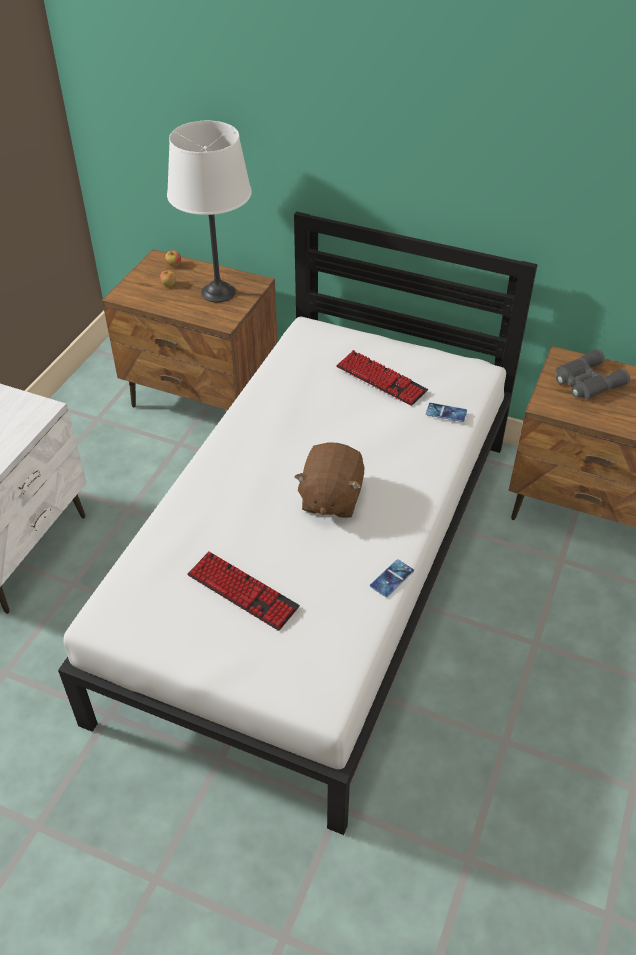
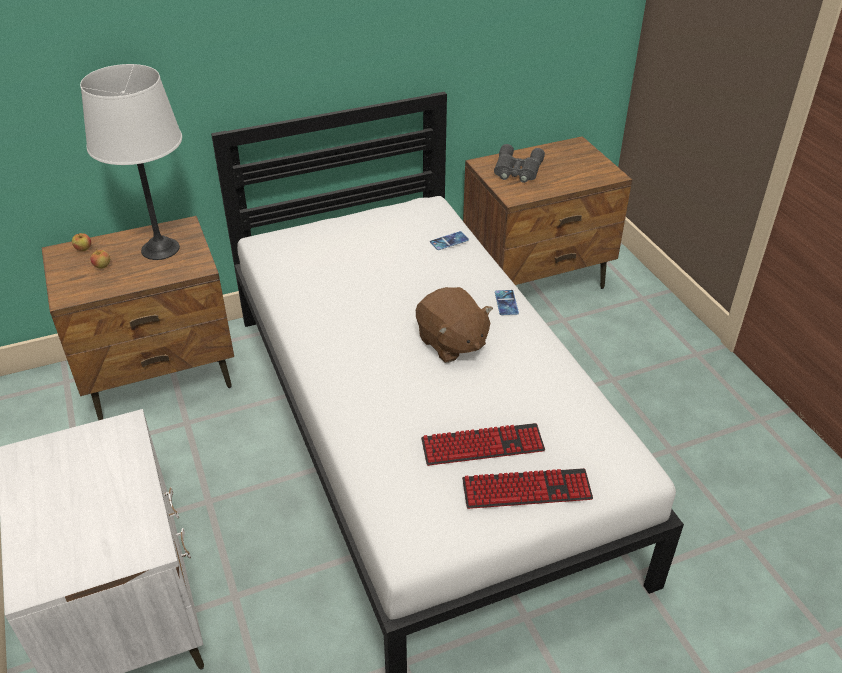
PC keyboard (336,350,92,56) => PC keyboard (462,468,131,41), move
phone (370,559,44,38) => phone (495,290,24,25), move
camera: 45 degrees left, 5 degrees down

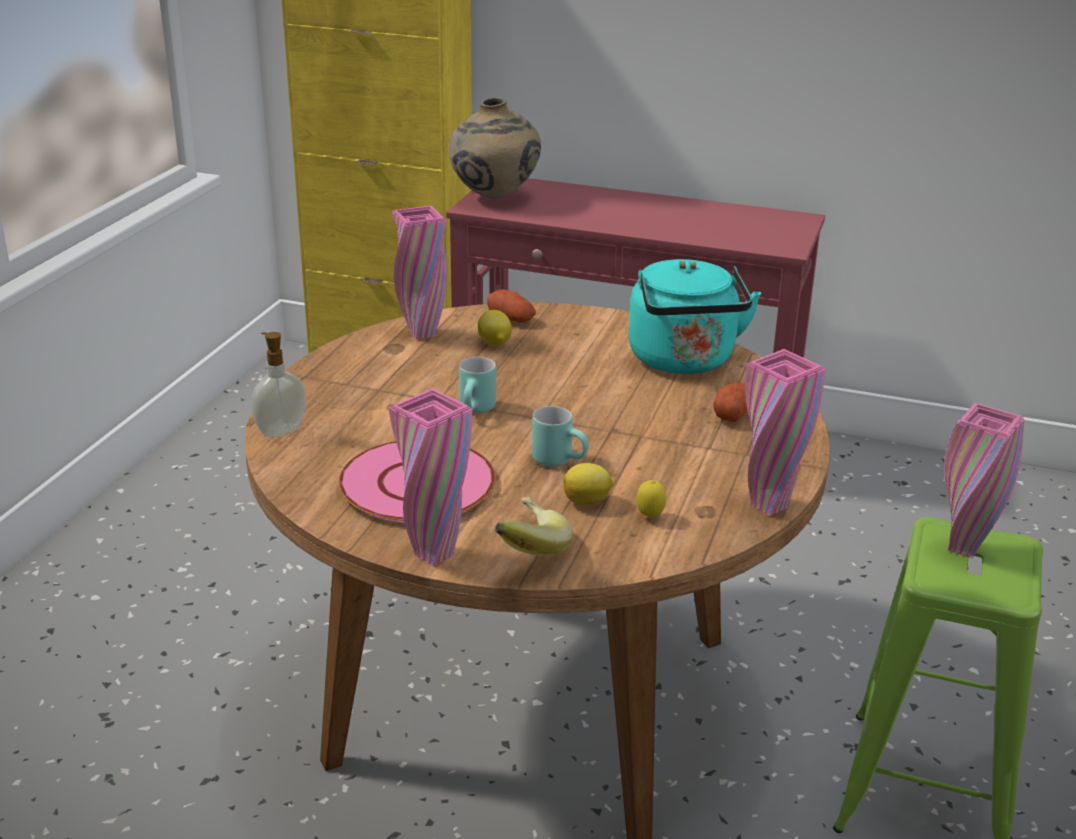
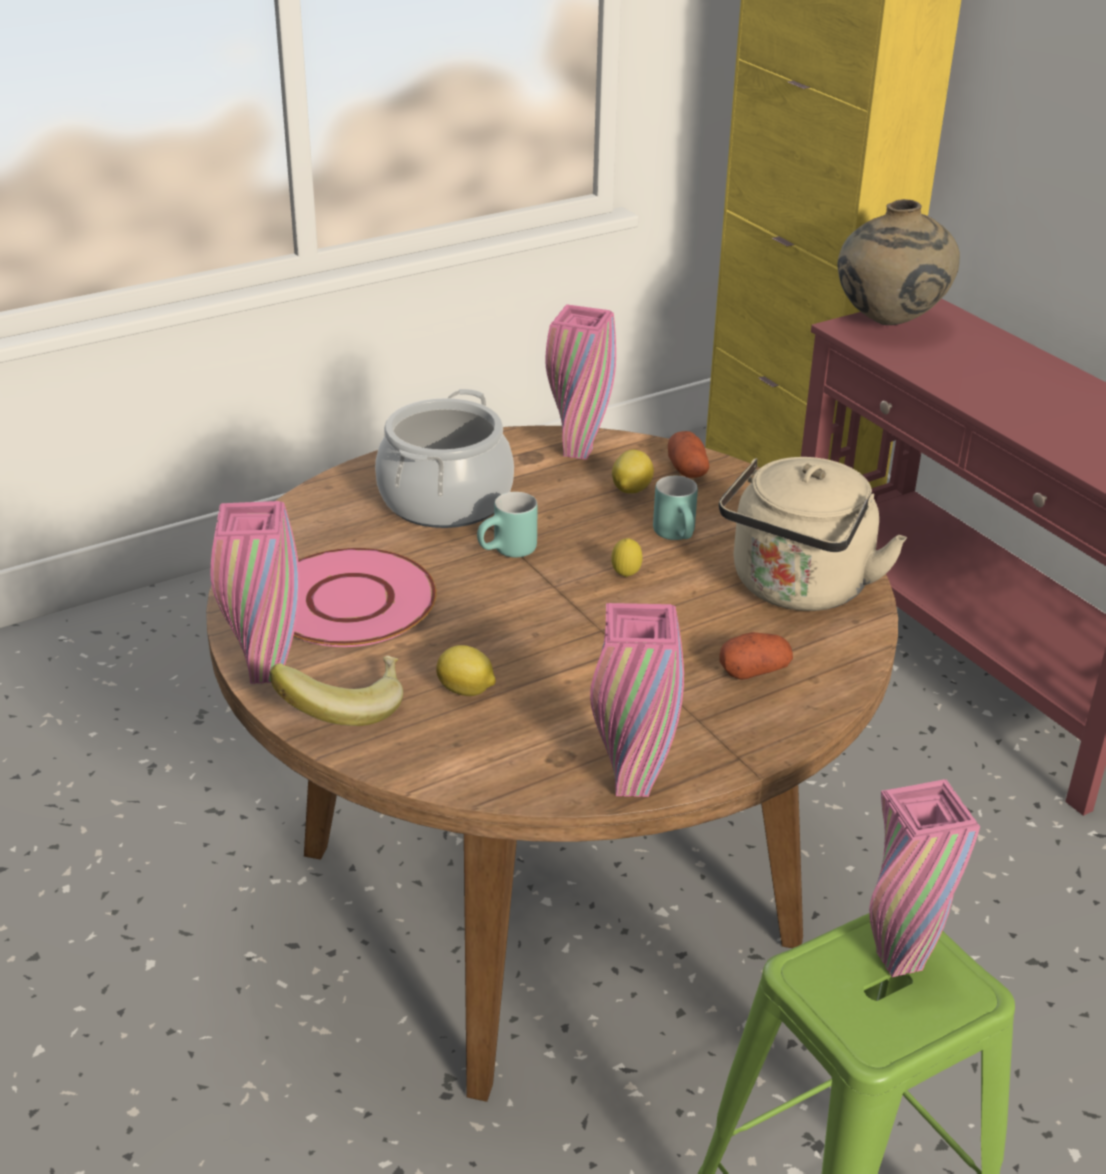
soap dispenser (252,332,54,106) => nothing
turquoise coffee mug (532,406,57,61) => turquoise coffee mug (653,476,45,64), move
turquoise kettle (629,259,132,115) => beige-coloured kettle (719,457,188,154)
lemon (636,480,30,38) => lemon (611,538,31,39), move
nothing => cooking pot (375,389,139,139)
camera: 40 degrees right, 5 degrees up

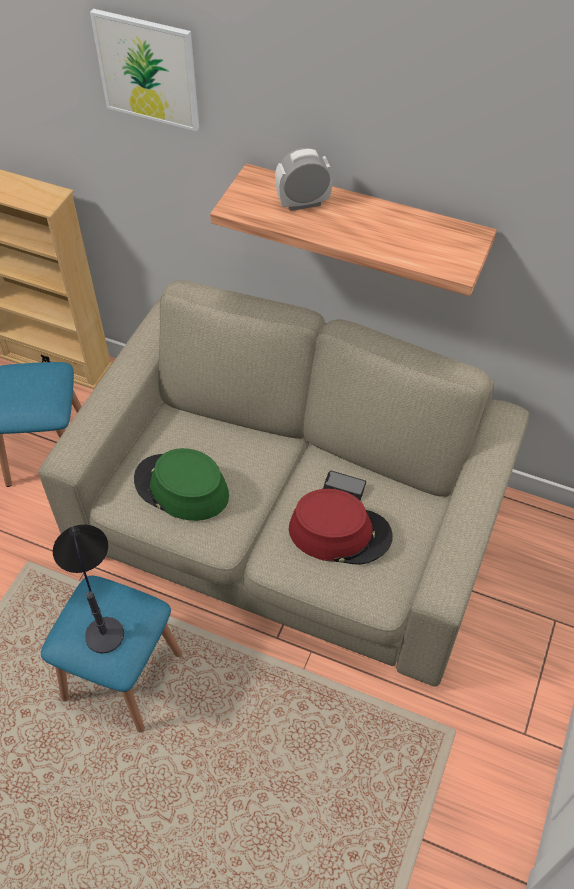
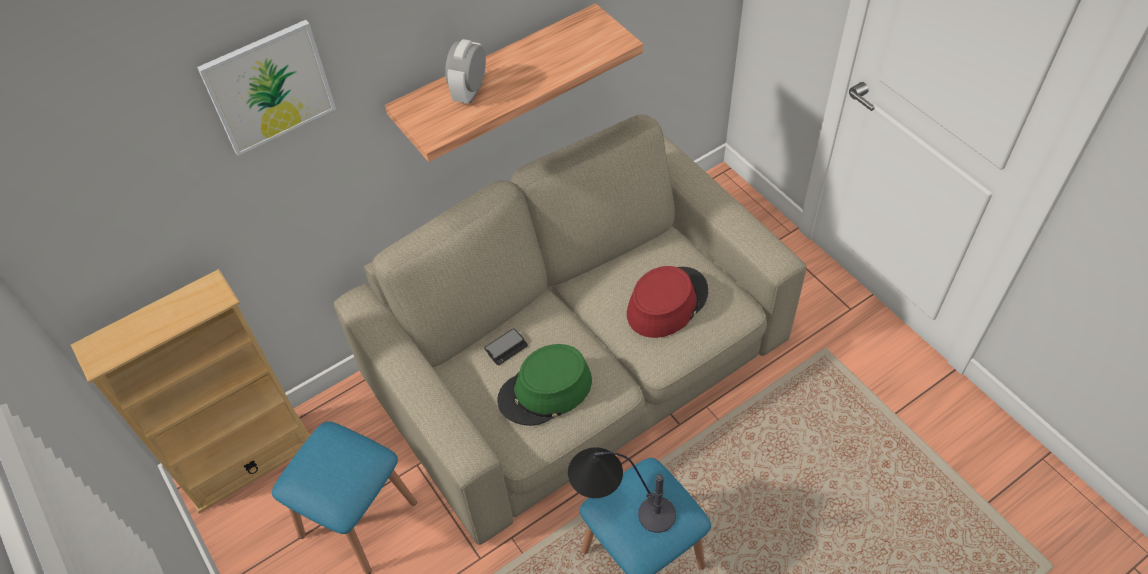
phone (323,471,43,29) => phone (484,328,44,37), move
camera: 55 degrees left, 0 degrees up

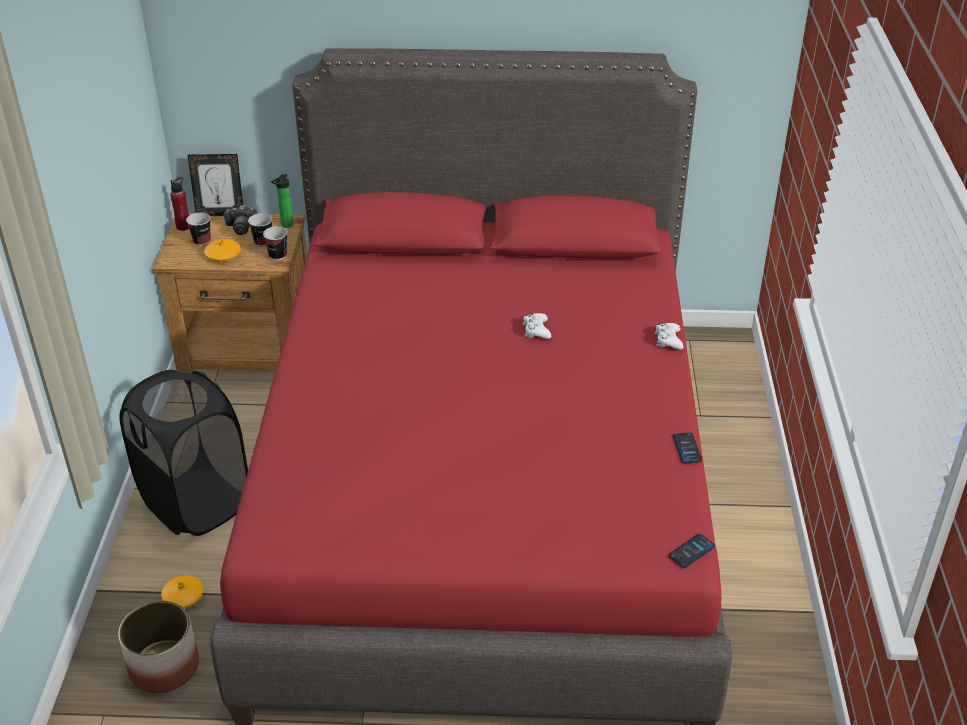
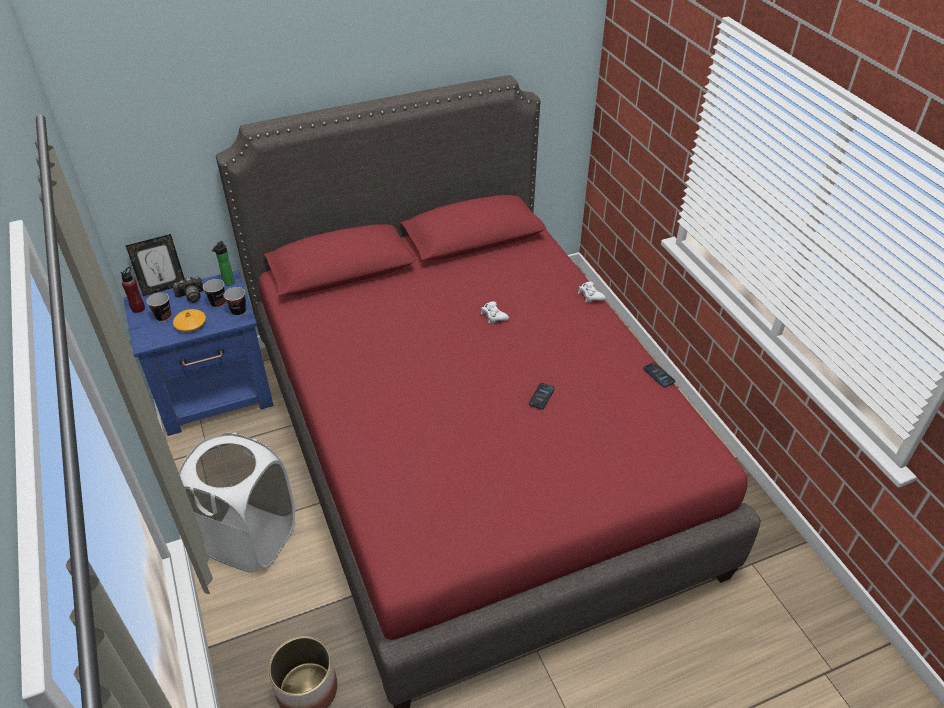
black-coloured hamper (120,370,128,166) => whitish hamper (178,432,117,140)
brown-coloured nightstand (152,213,155,160) => bluish nightstand (124,270,150,166)
orange flower vase (161,575,43,33) => nothing
phone (669,534,46,34) => phone (529,383,26,27), move
camera: 25 degrees left, 5 degrees up

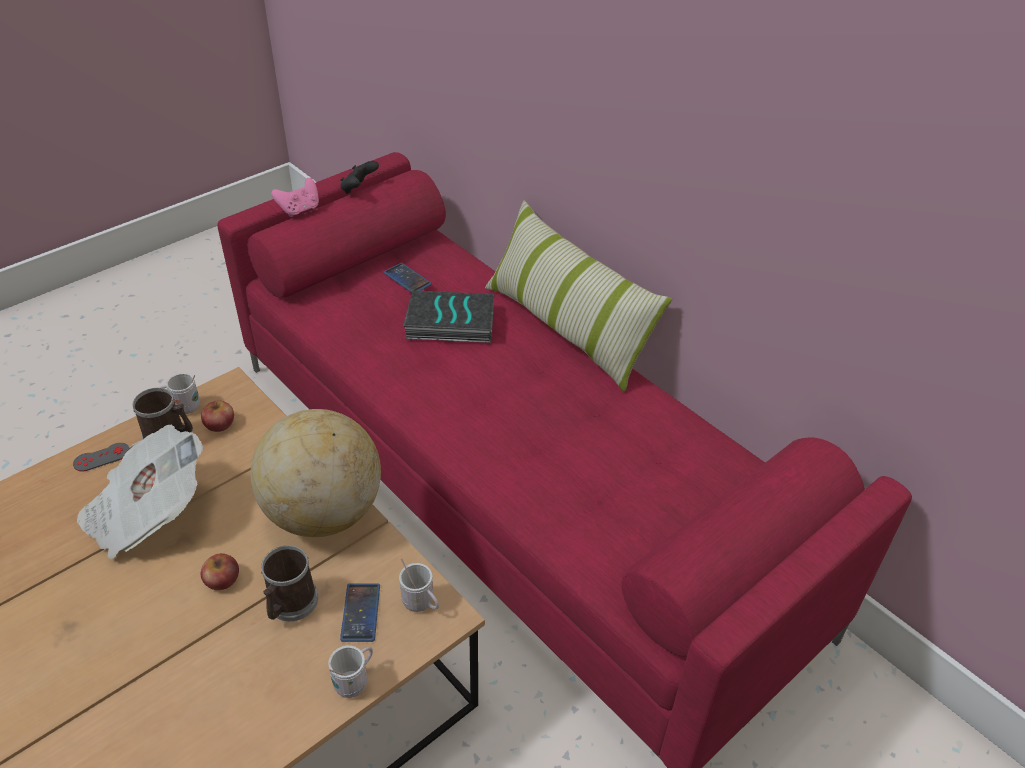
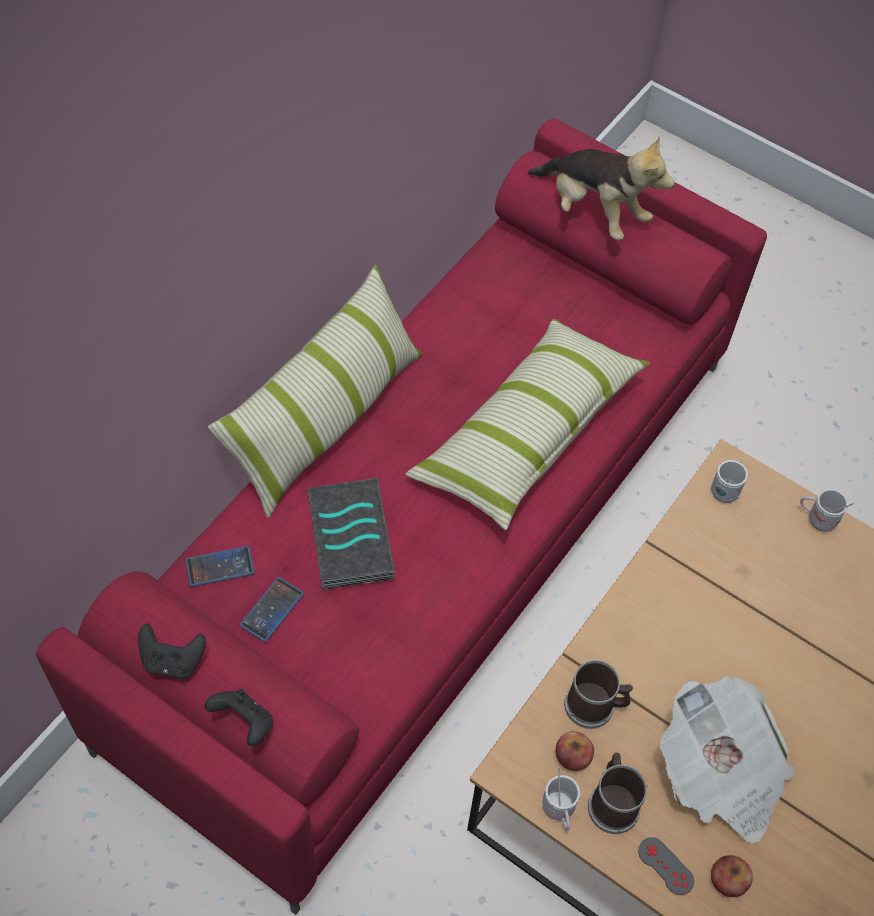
apple (201,553,38,37) => apple (711,855,42,42), move
world globe (250,409,131,128) => nothing
coffee mug (261,545,57,76) => coffee mug (564,660,69,69), move
pinkish game controller (271,178,48,39) => black-coloured game controller (205,689,68,57)
phone (340,583,40,59) => phone (185,546,70,41), move
nothing => pillow (405,319,245,211)
nothing => plush toy (527,136,148,104)
camera: 105 degrees left, 15 degrees up

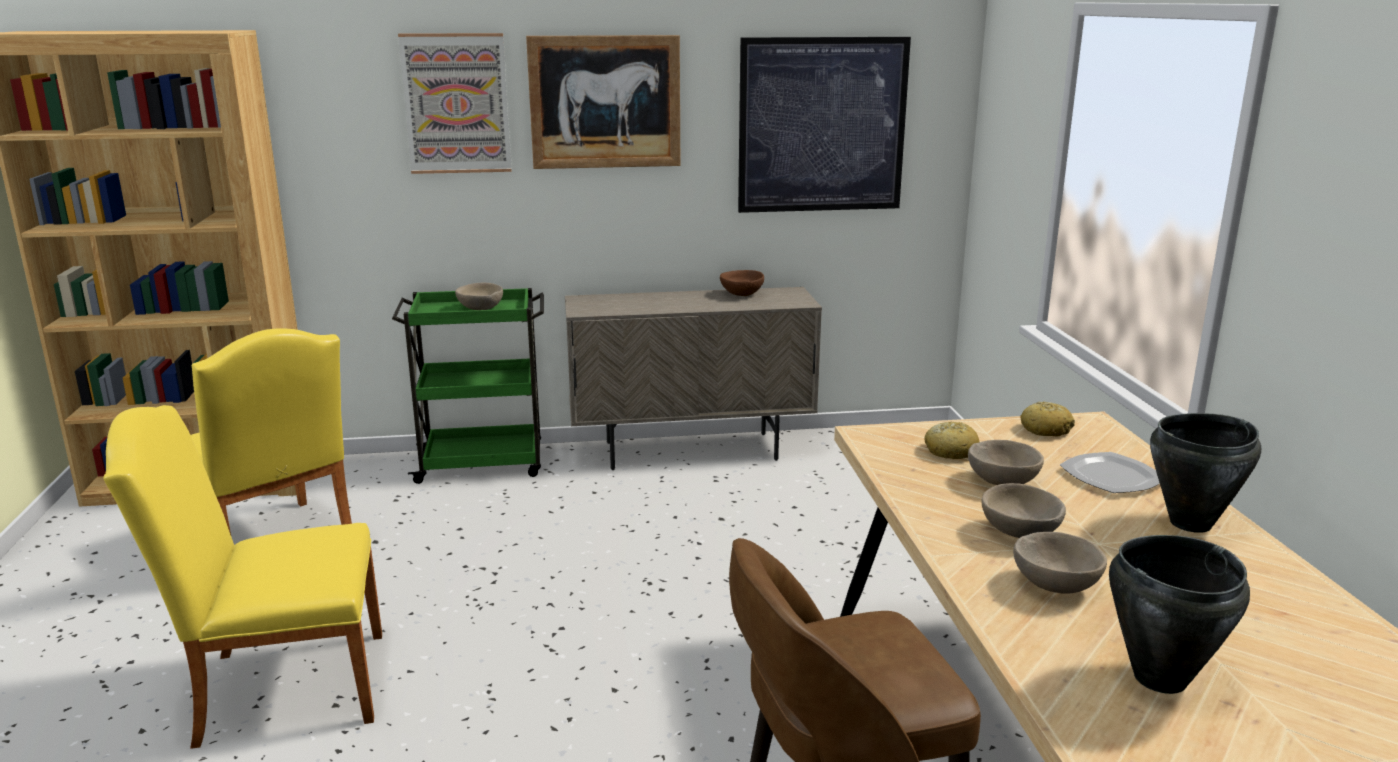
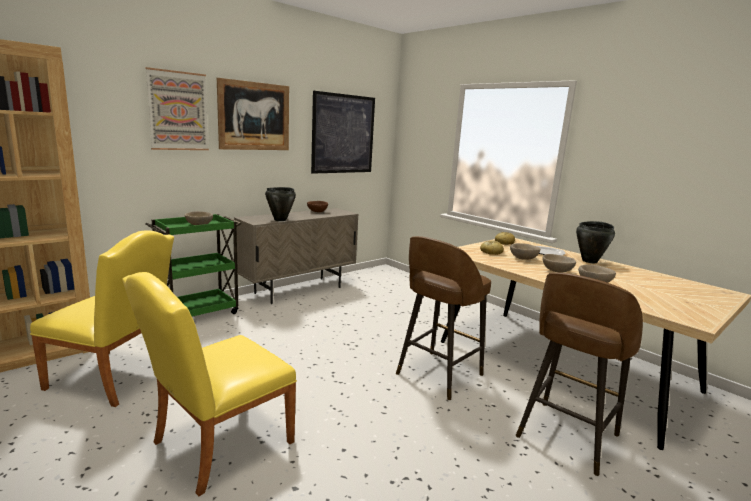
black-coloured cooking pot (1109,535,141,159) => black-coloured cooking pot (265,187,31,34), move
nothing => brown-coloured sitting stool (396,236,95,164)
camera: 35 degrees left, 5 degrees down

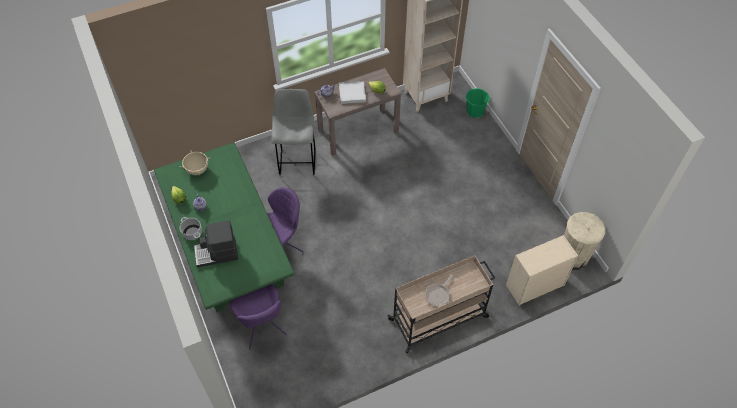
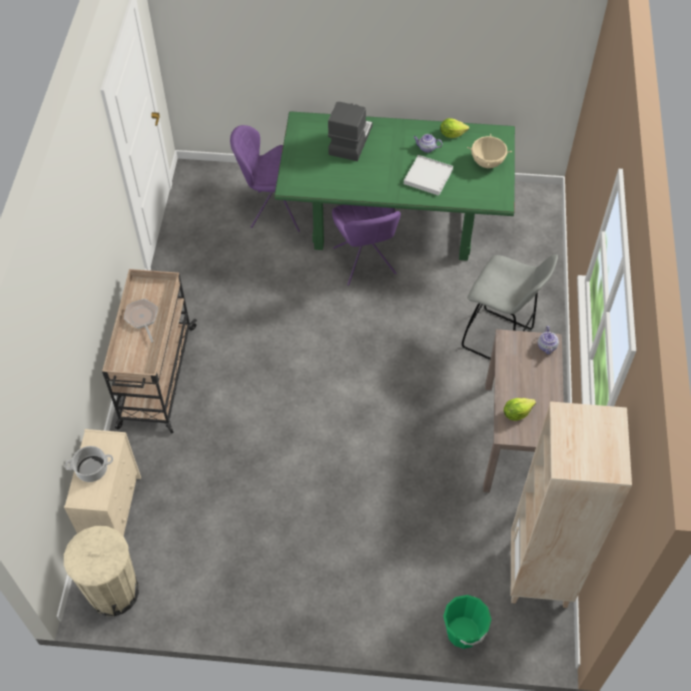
cooking pot (180,217,22,23) => cooking pot (65,446,48,36), move
whitish serving tray (339,81,27,23) => whitish serving tray (404,155,49,41), move
camera: 120 degrees right, 0 degrees up

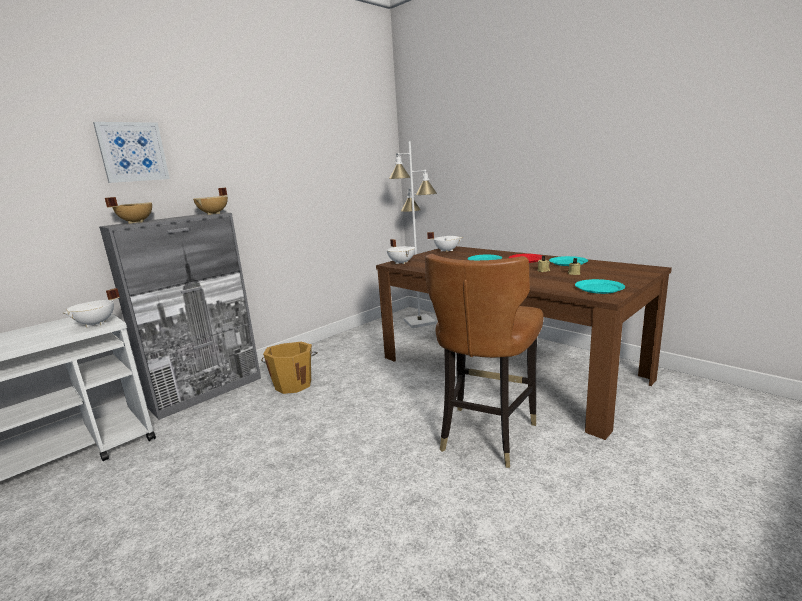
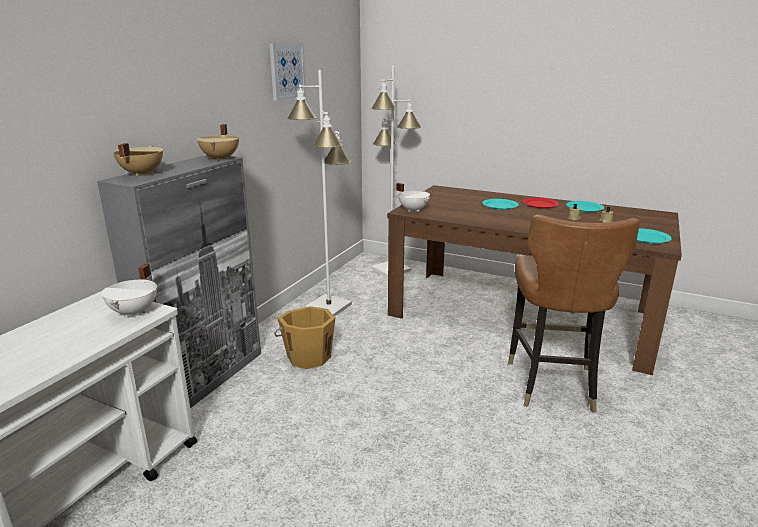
picture (93,122,77,61) => picture (270,44,36,57), move
whitish cooking pot (427,232,36,20) => nothing
nothing => whitish standing lamp (288,70,64,246)
camera: 20 degrees left, 5 degrees up

